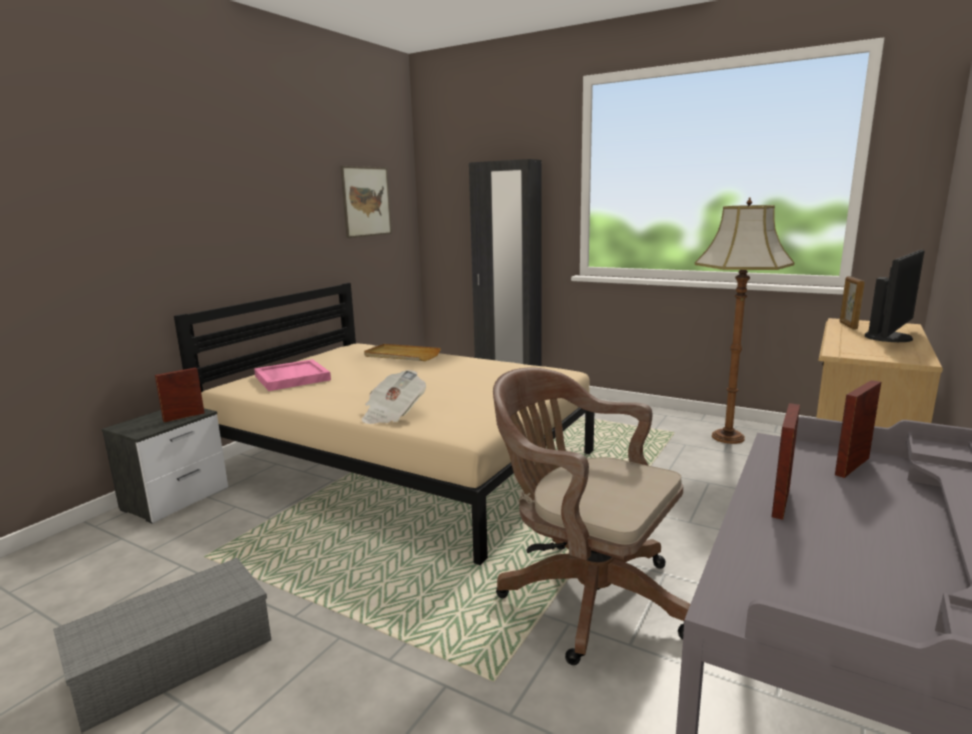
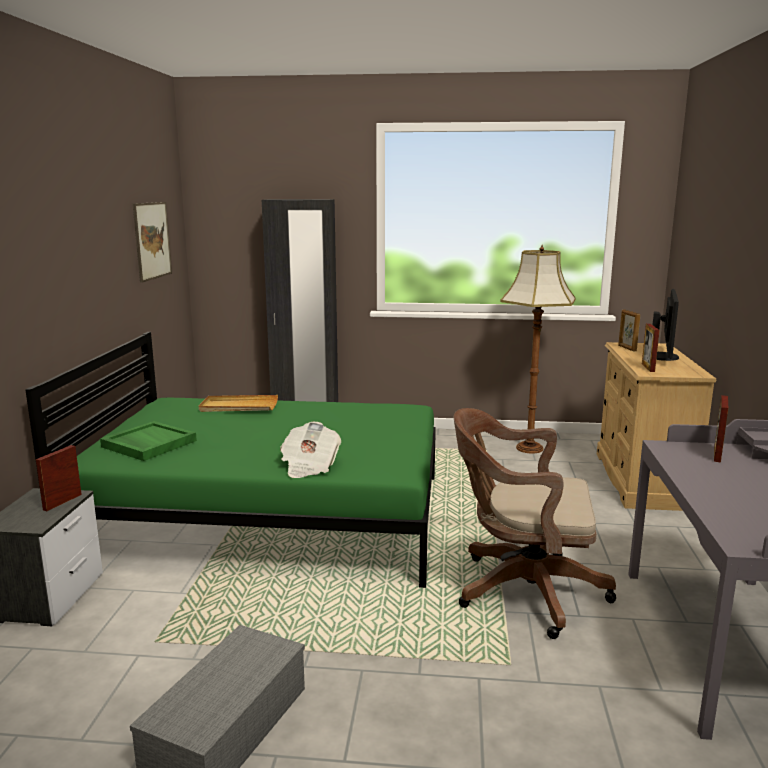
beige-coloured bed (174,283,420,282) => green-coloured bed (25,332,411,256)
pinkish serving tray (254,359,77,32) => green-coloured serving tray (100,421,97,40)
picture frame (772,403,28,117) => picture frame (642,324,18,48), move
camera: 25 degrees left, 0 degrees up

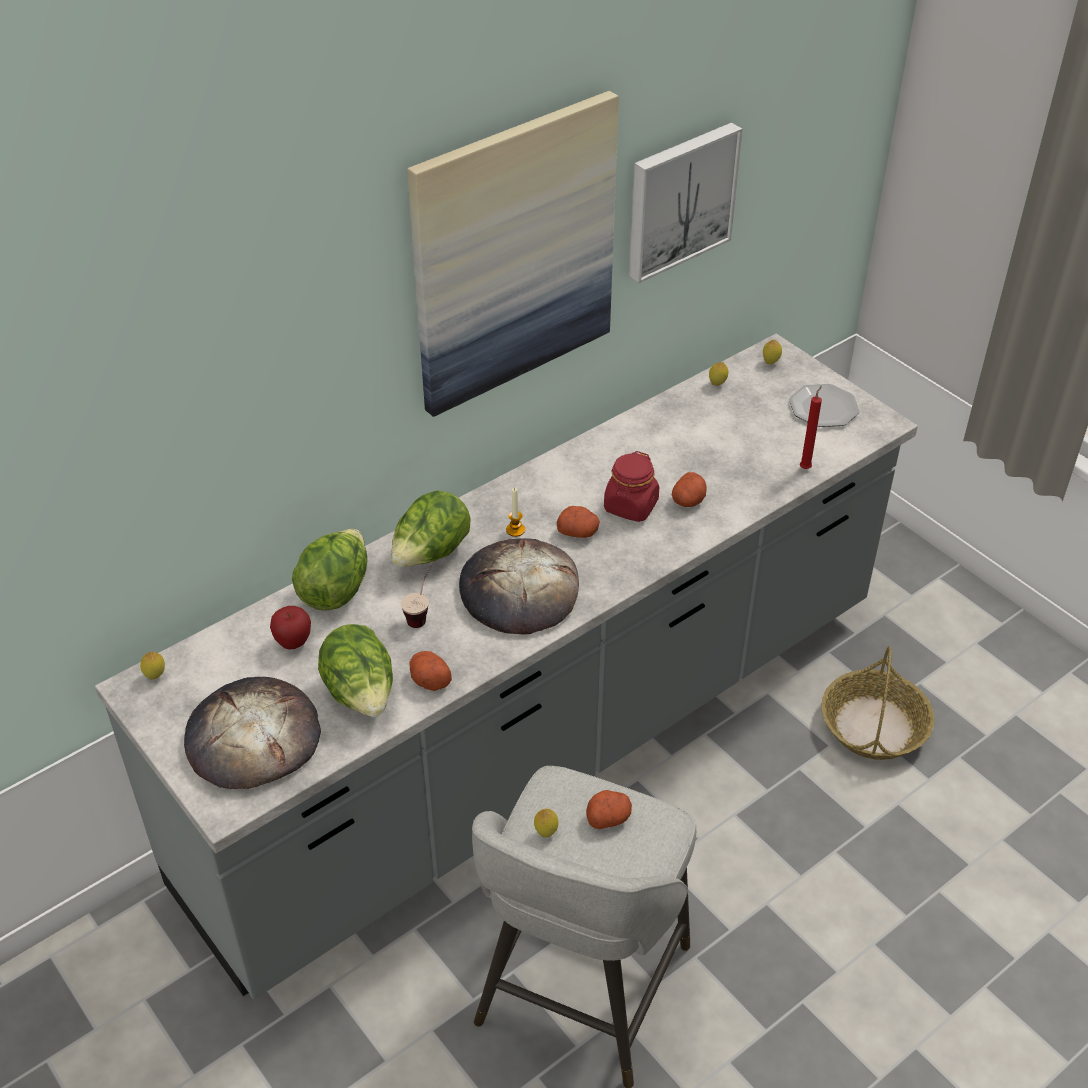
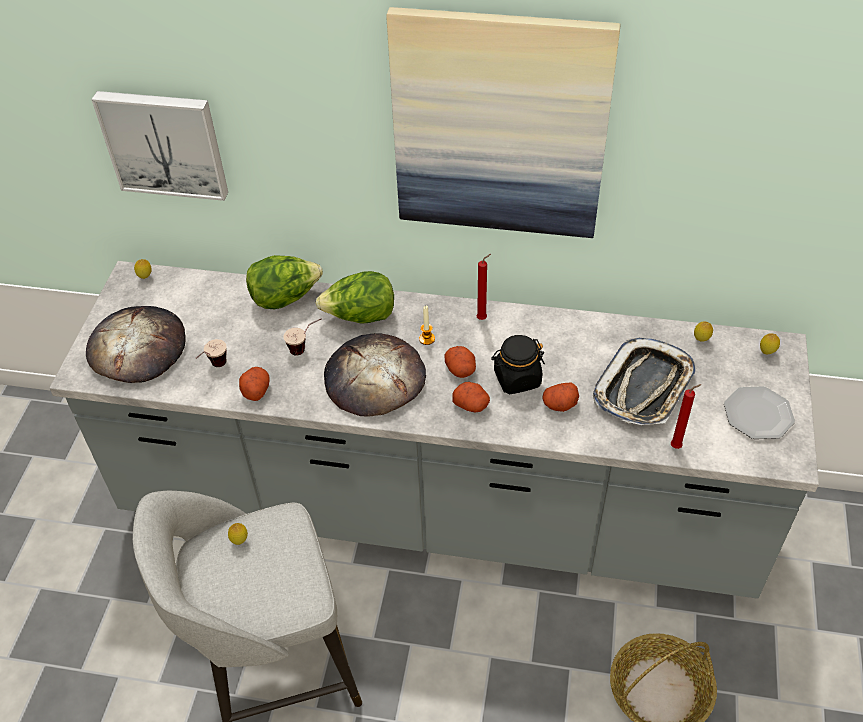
apple (270,606,41,44) => nothing
lettuce (318,624,75,93) => small cup (196,339,31,28)
spud (586,790,46,39) => spud (452,382,38,31), move
red-coloured storage jar (604,451,55,71) => black-coloured storage jar (491,335,54,59)
picture (629,123,113,160) => picture (91,91,137,110), move
nothing => red-coloured candle (476,254,15,66)
nothing => serving tray (593,338,103,87)
camera: 50 degrees right, 5 degrees up

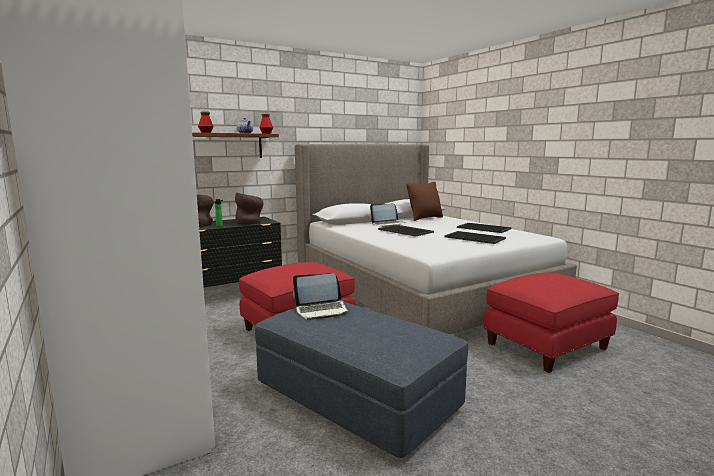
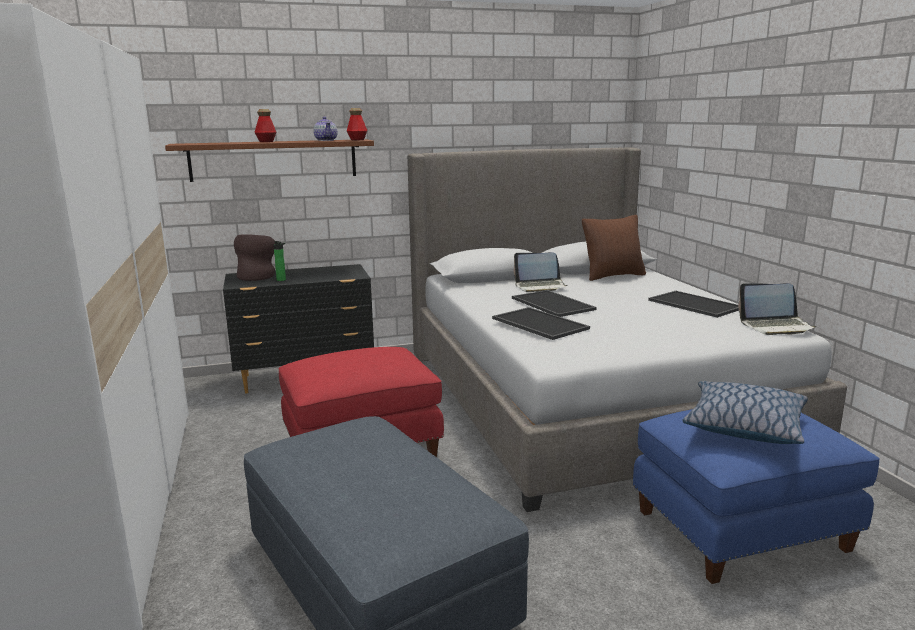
brown-coloured flower vase (235,193,28,32) => nothing
portable computer (293,273,58,47) => portable computer (738,284,79,51), move
serving tray (444,231,62,13) => serving tray (492,307,98,33), move
red-coloured footrest (484,273,135,100) => bluish footrest (633,409,247,175)
nothing => pillow (683,381,125,63)
camera: 15 degrees right, 5 degrees up

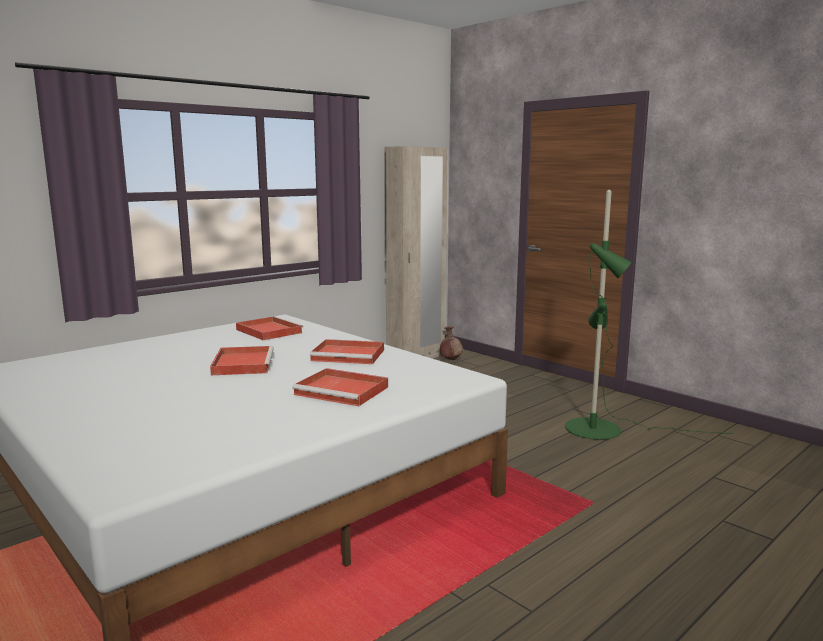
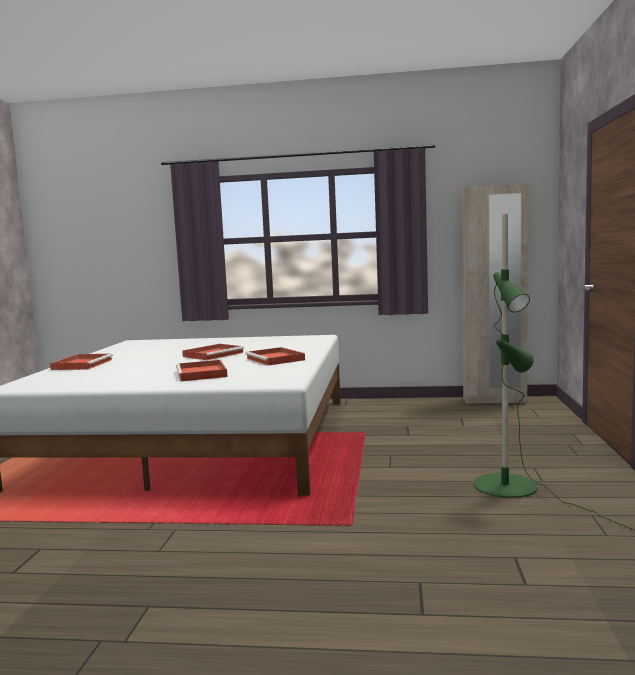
red-coloured serving tray (236,316,68,24) => red-coloured serving tray (50,353,63,17), move
brown-coloured flower vase (440,326,23,34) => nothing
camera: 50 degrees right, 5 degrees down

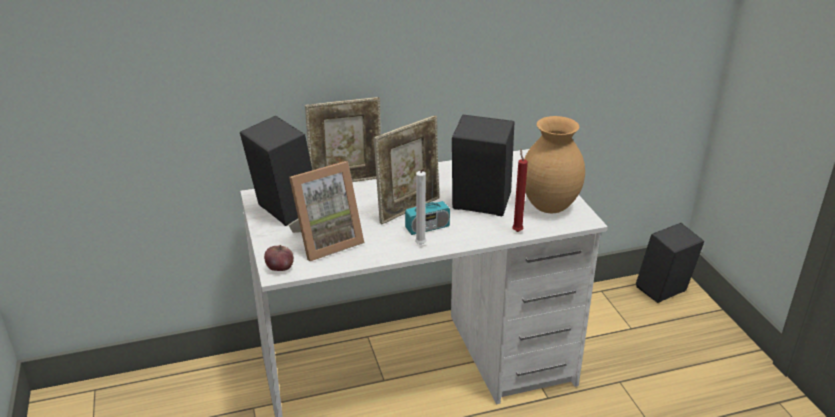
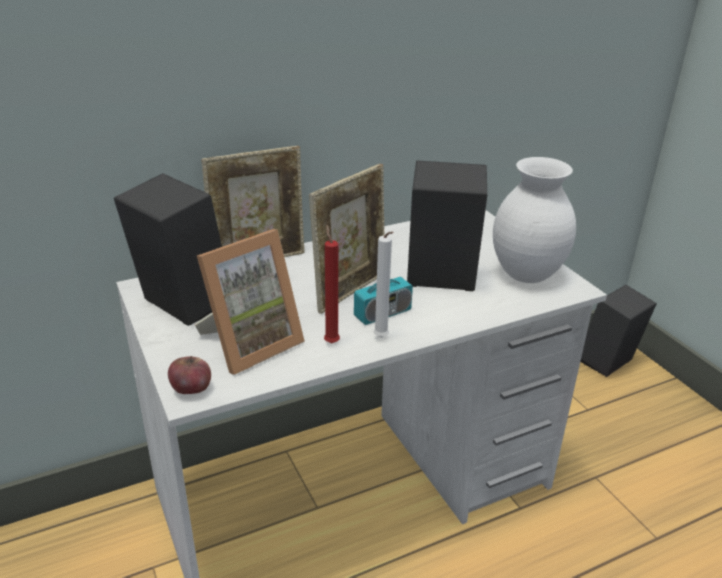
red-coloured candle (512,149,16,83) => red-coloured candle (324,225,16,118), move
brown-coloured flower vase (524,116,61,97) => whitish flower vase (493,157,83,126)
camera: 10 degrees left, 0 degrees up

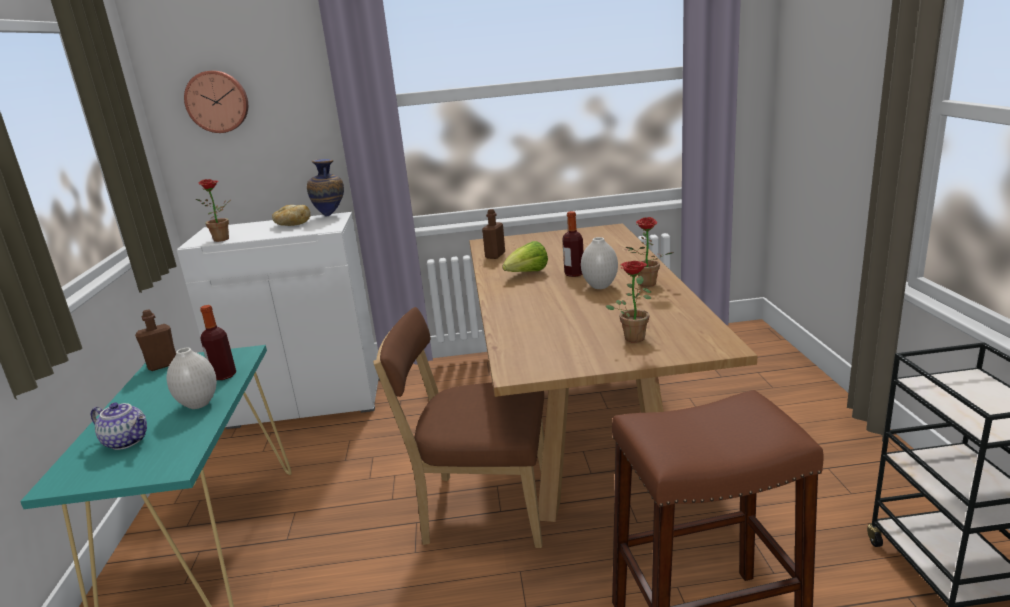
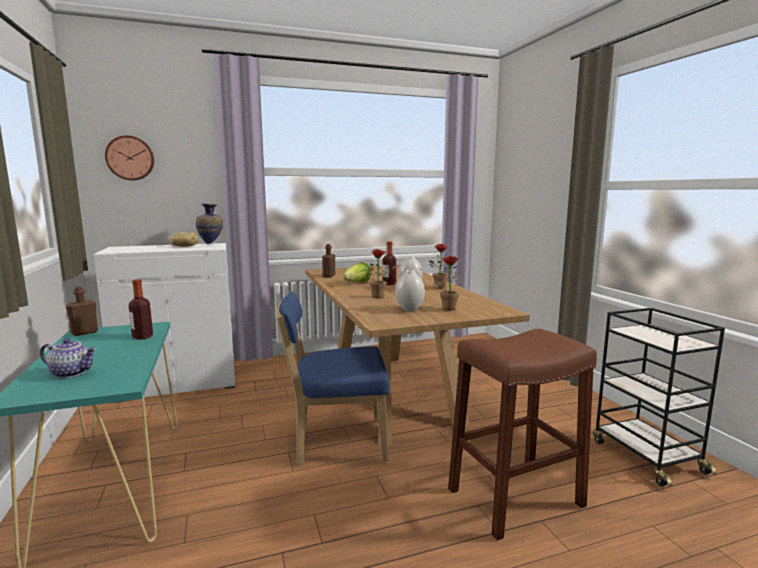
whitish flower vase (166,347,51,62) => whitish flower vase (395,270,30,41), move
potted plant (196,179,35,63) => potted plant (368,249,30,49), move
brown-coloured chair (373,307,171,241) => bluish chair (276,292,114,174)
camera: 15 degrees left, 10 degrees down

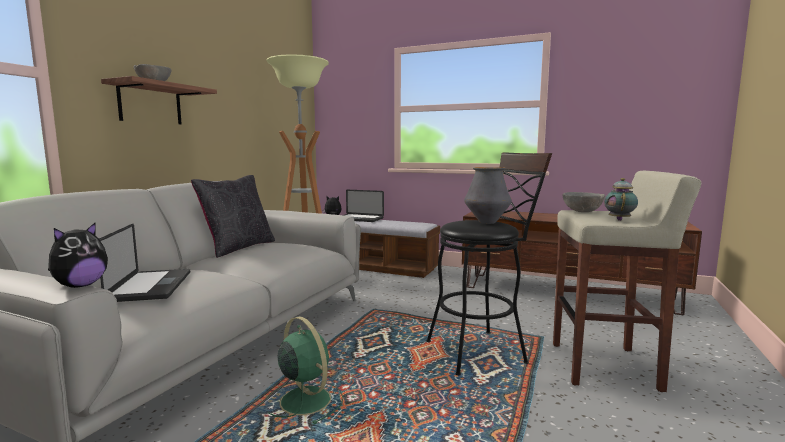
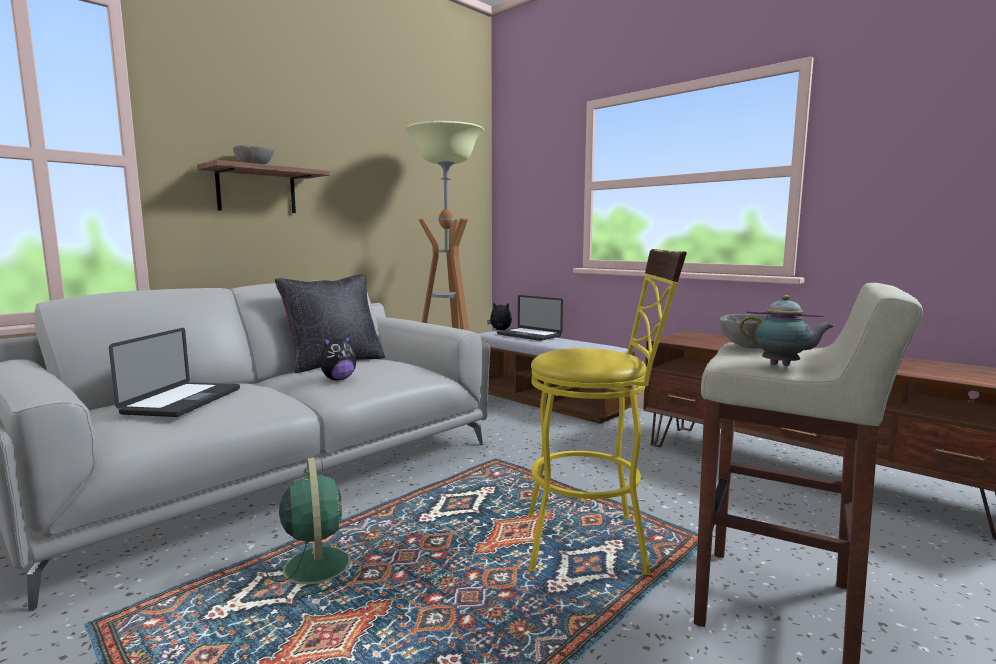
plush toy (48,222,60,66) => plush toy (319,335,37,45), move
black-coloured sitting stool (426,152,126,223) => yellow sitting stool (528,249,159,326)
flower vase (464,167,48,57) => nothing
tea pot (604,178,34,43) => tea pot (739,295,96,71), 75 degrees clockwise
camera: 20 degrees right, 0 degrees up

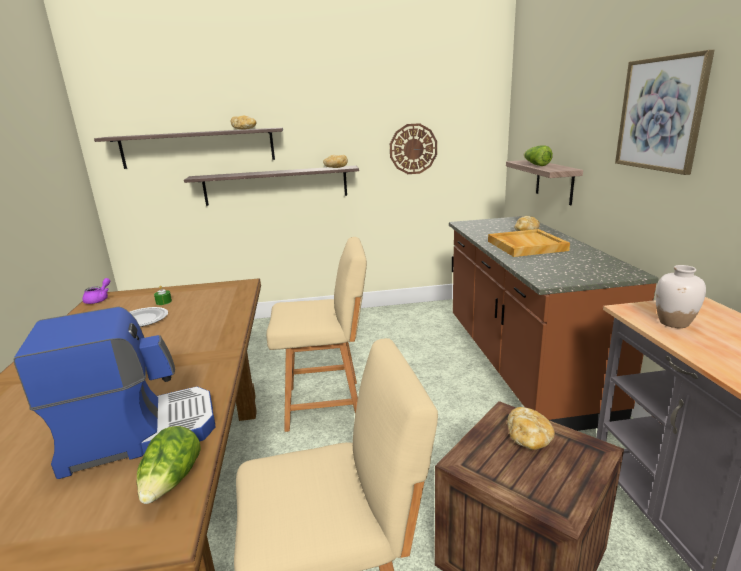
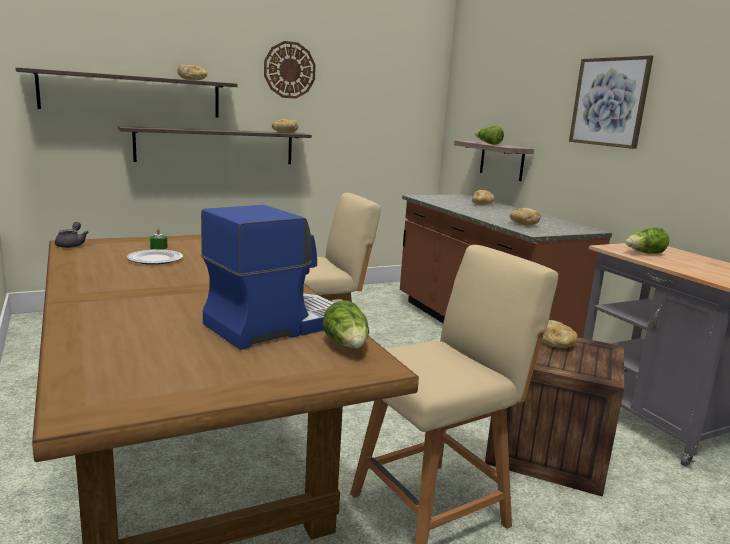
purplish tea pot (82,278,28,26) => grey tea pot (55,222,34,26)
hanging clock (390,123,47,51) => hanging clock (264,41,52,58), move
beige-coloured serving tray (488,229,82,28) => nothing
whitish flower vase (656,265,50,63) => lettuce (625,228,44,26)
nothing => bakery bread (510,208,31,17)
camera: 20 degrees left, 5 degrees down

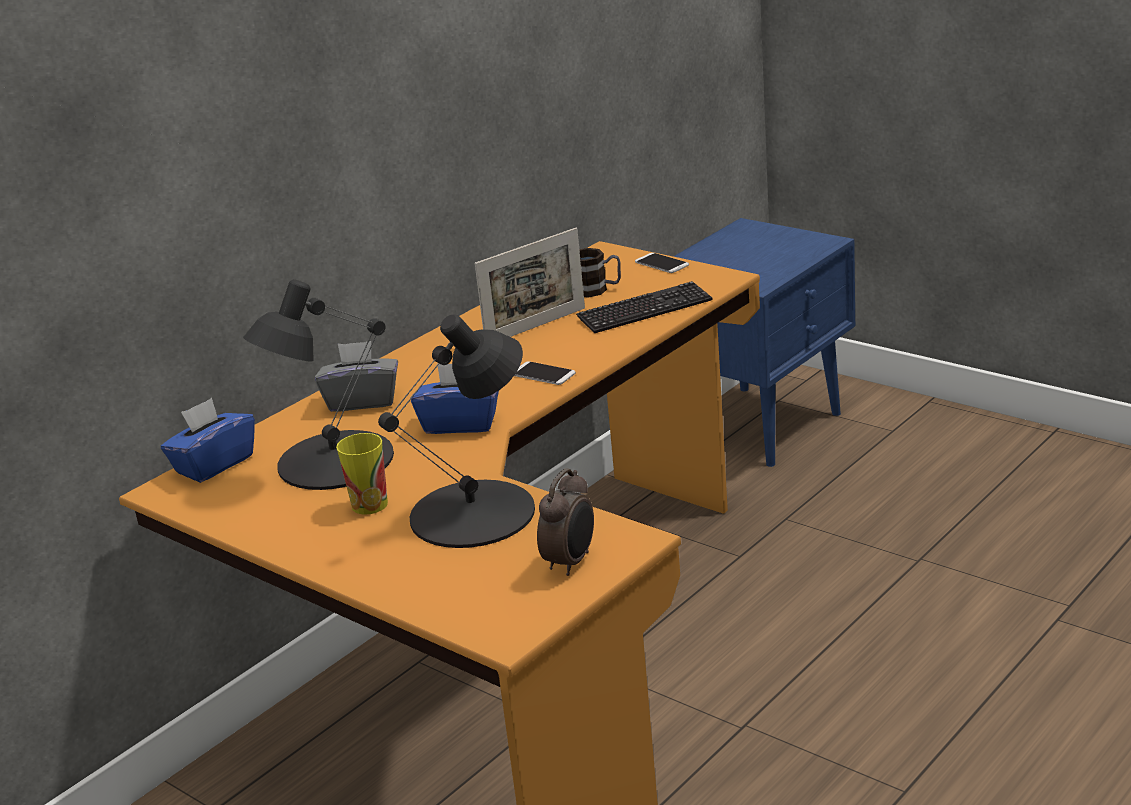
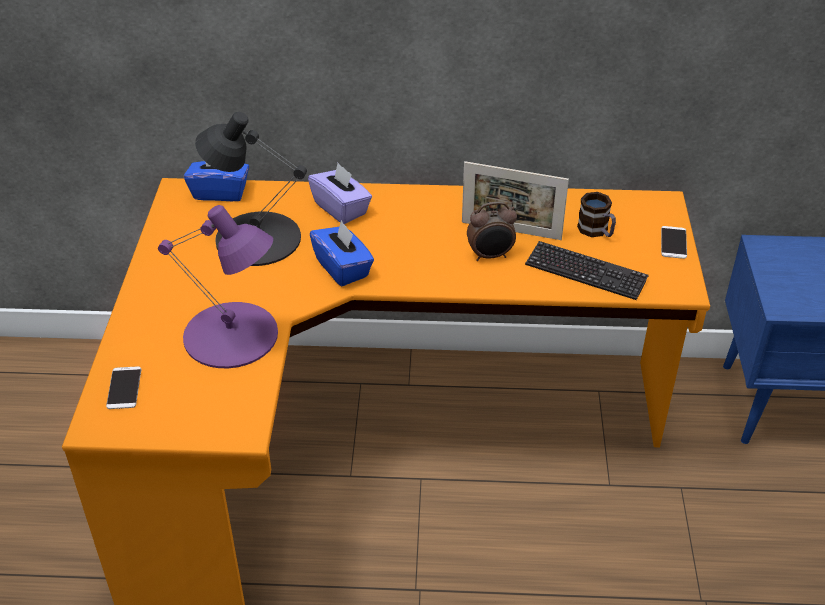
grey box of tissues (315,341,83,71) => purplish box of tissues (308,163,64,61)
small cup (336,433,52,82) => nothing
black-coloured table lamp (378,314,157,234) => purplish table lamp (158,205,120,163)
phone (514,361,62,24) => phone (106,366,35,43), move
table clock (537,468,57,108) => table clock (467,201,50,60), move
camera: 50 degrees right, 15 degrees up

